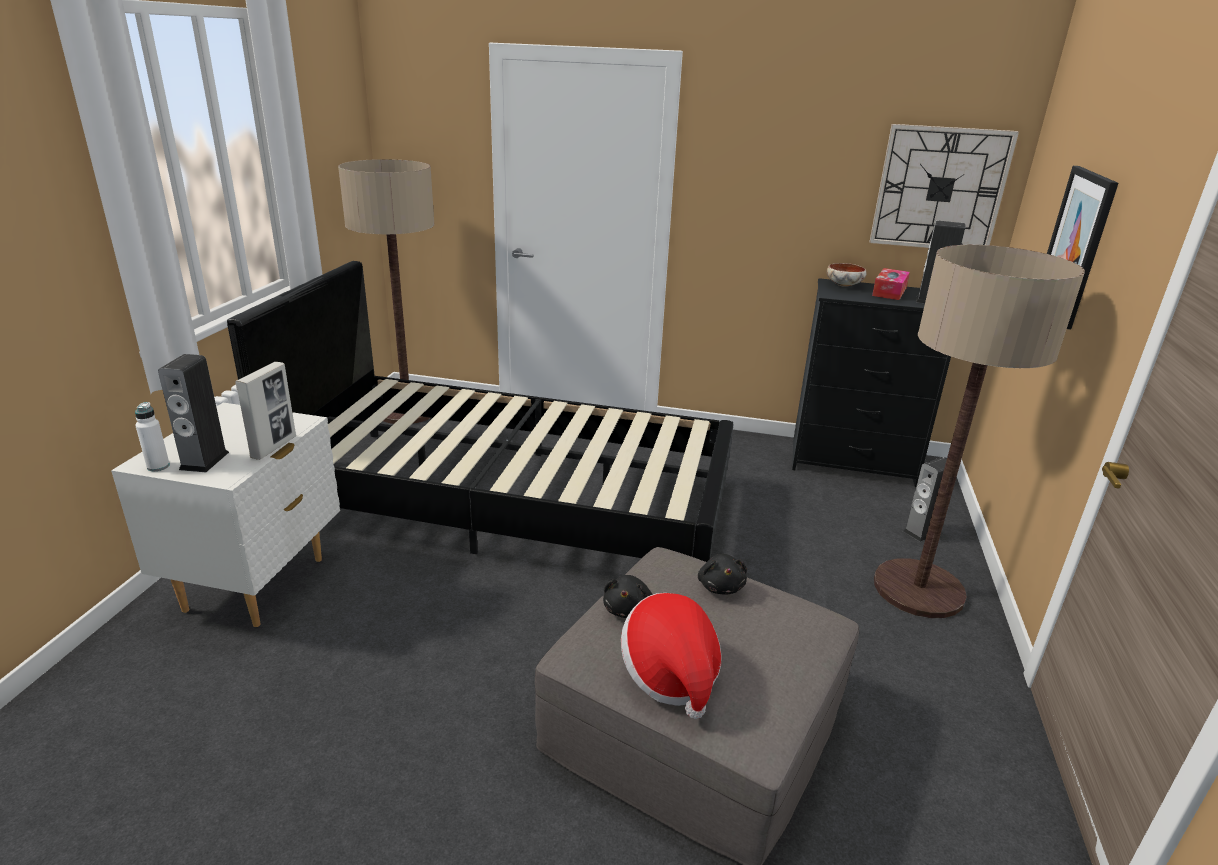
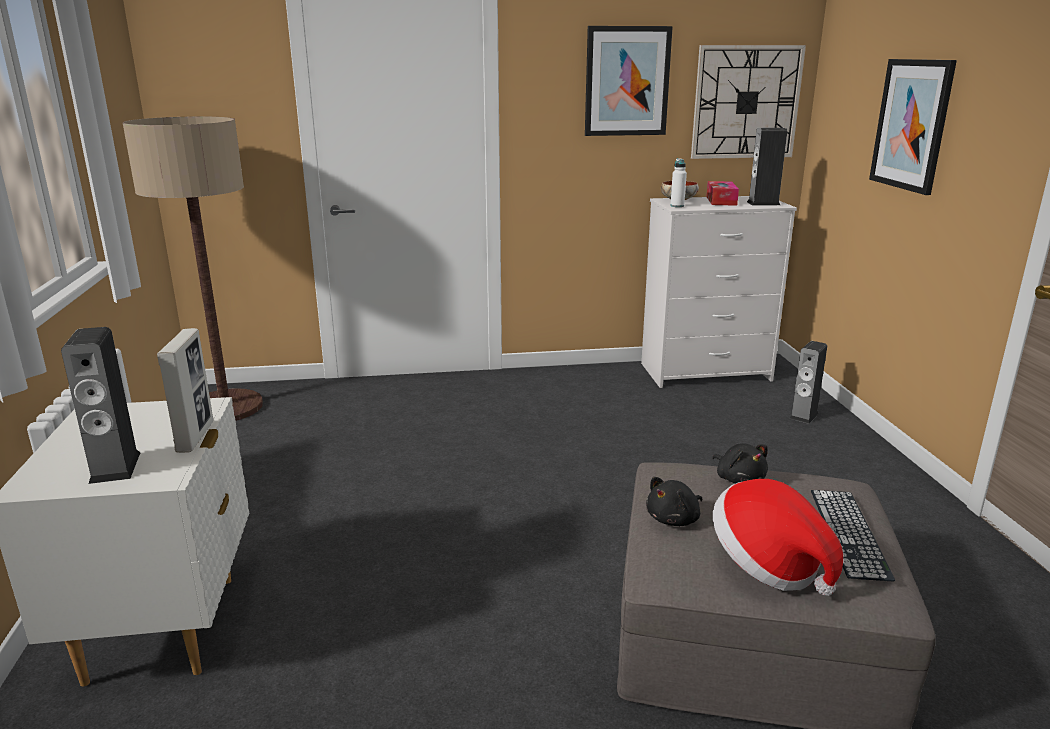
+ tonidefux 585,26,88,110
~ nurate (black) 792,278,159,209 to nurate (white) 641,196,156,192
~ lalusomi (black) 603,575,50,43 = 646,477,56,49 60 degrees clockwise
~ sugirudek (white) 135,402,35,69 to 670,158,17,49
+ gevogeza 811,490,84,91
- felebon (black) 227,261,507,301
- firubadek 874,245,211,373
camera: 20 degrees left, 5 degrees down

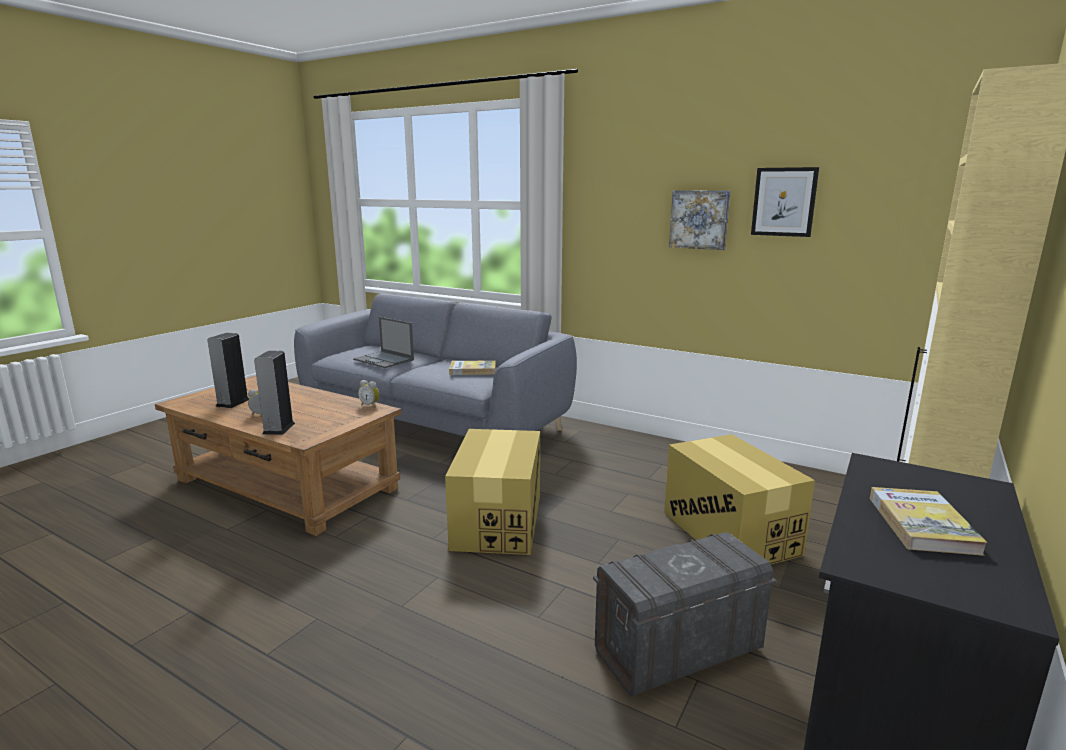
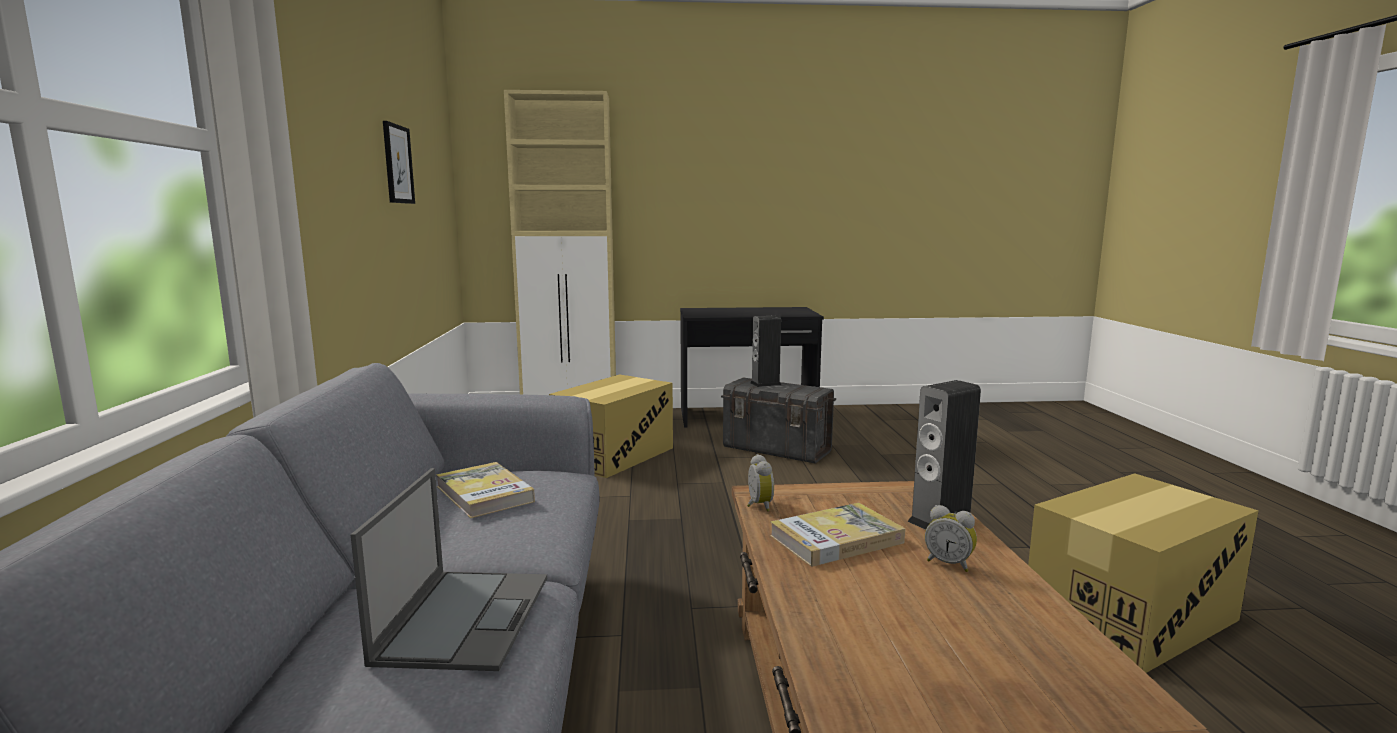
~ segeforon 207,333,42,75 to 750,315,31,72
~ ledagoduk 870,487,118,69 to 770,503,135,64
~ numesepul 445,429,95,126 to 1028,473,230,200
- tonidefux 669,190,61,60
camera: 125 degrees left, 5 degrees down

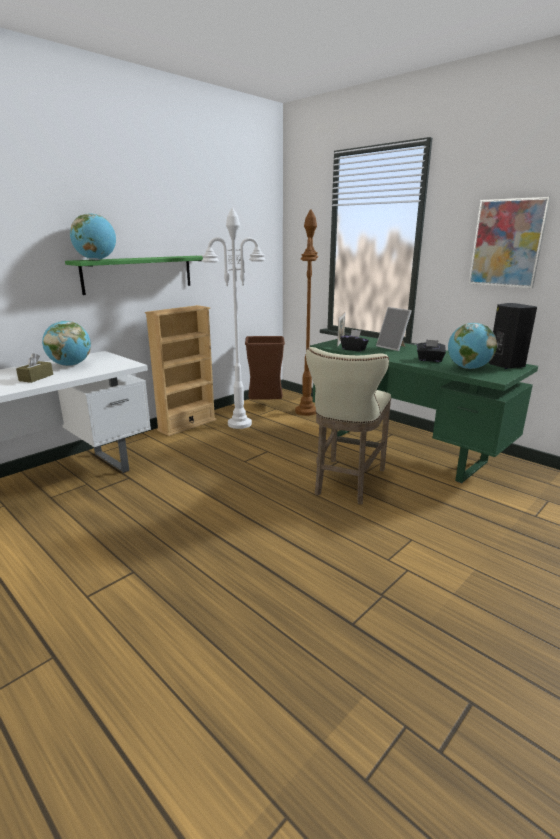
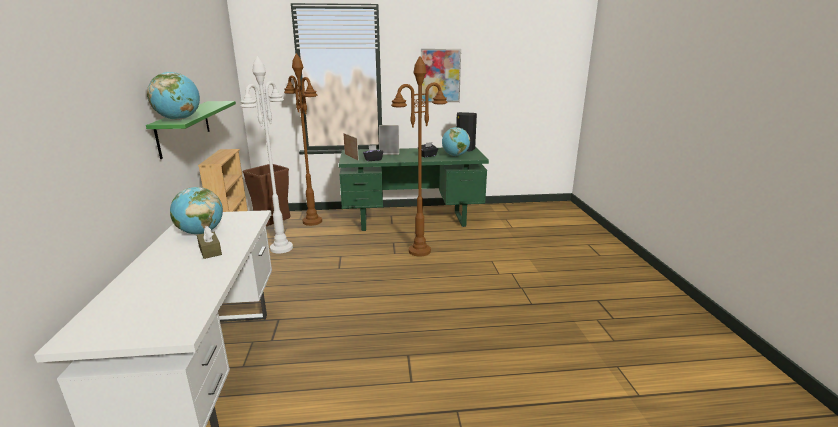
~ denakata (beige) 306,347,86,157 to firubadek (brown) 391,56,56,200
camera: 50 degrees left, 0 degrees up

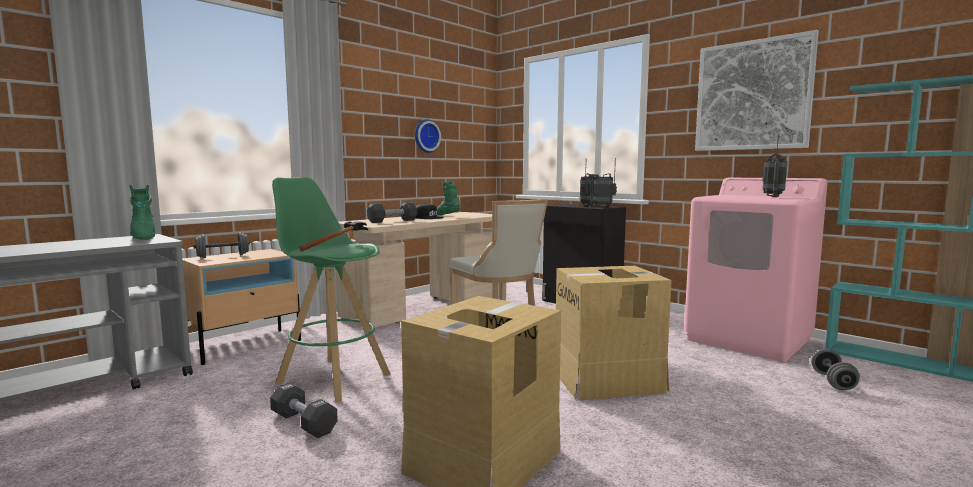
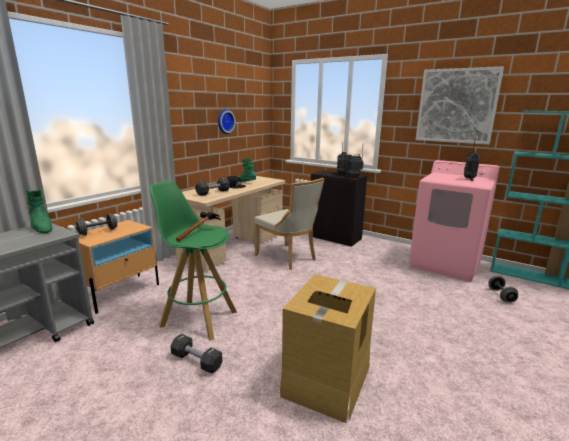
- numesepul 556,266,116,134
camera: 10 degrees left, 10 degrees up

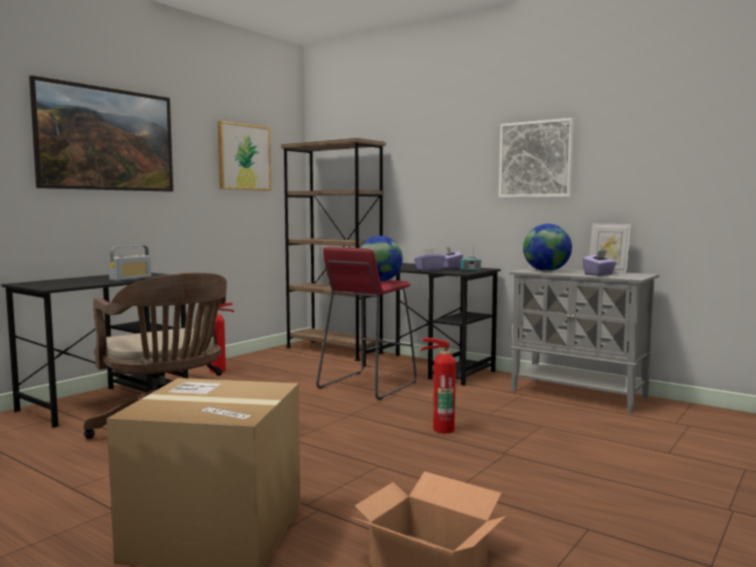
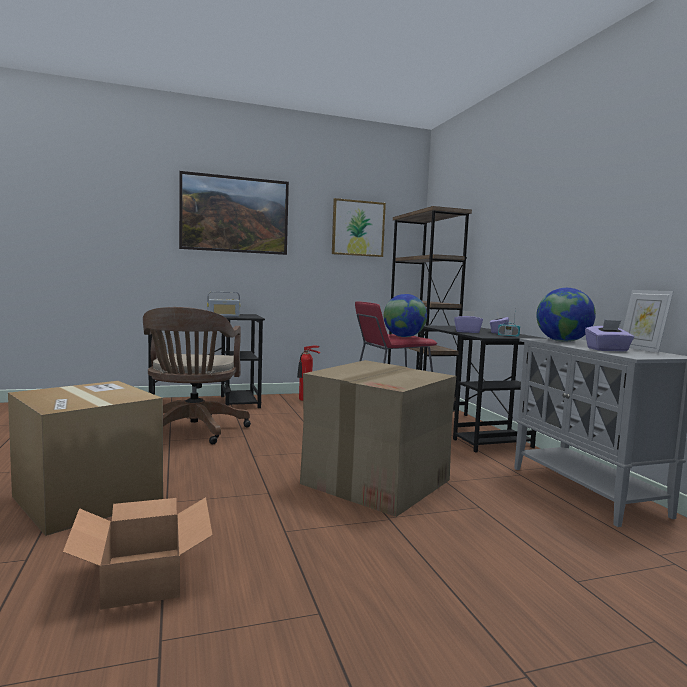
~ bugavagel 420,338,36,96 to numesepul 300,360,156,157
- tonidefux 499,118,75,80
camera: 35 degrees right, 0 degrees up

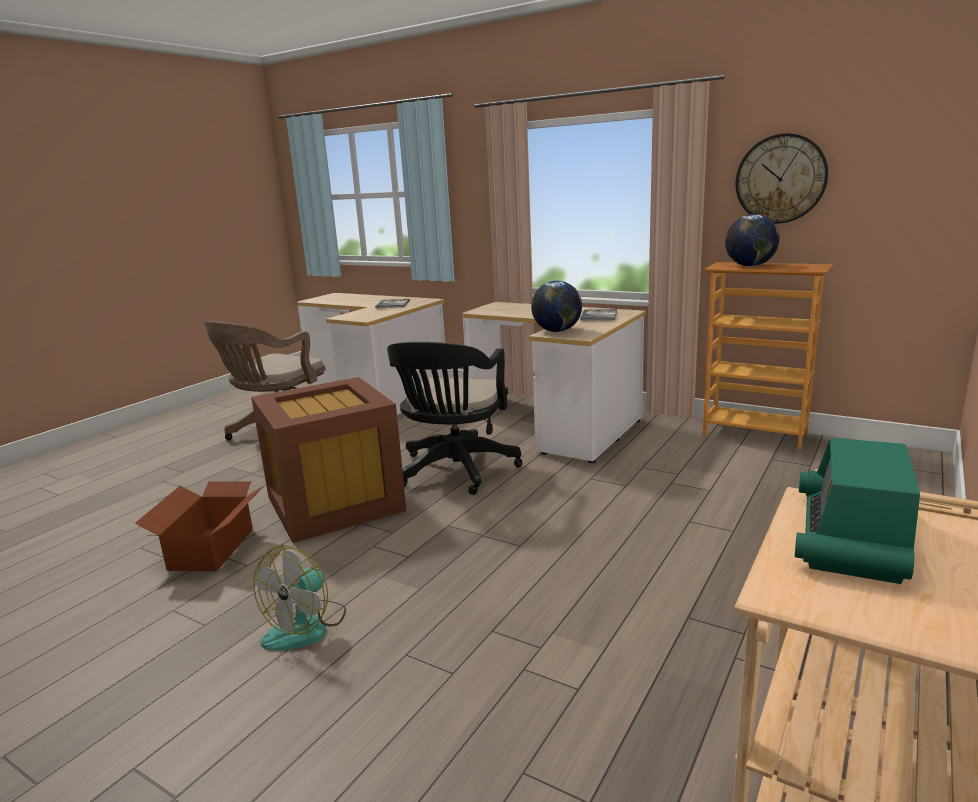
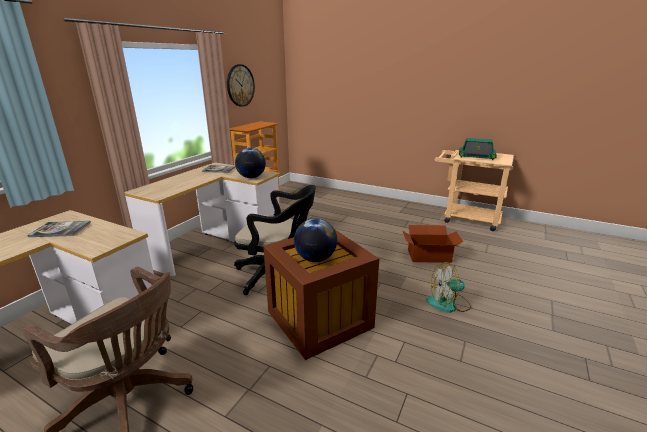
~ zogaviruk 725,214,54,53 to 294,218,43,44
~ numesepul 135,481,129,90 to 403,225,60,38
~ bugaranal 253,546,93,105 = 426,262,45,51 150 degrees clockwise
camera: 95 degrees left, 5 degrees up

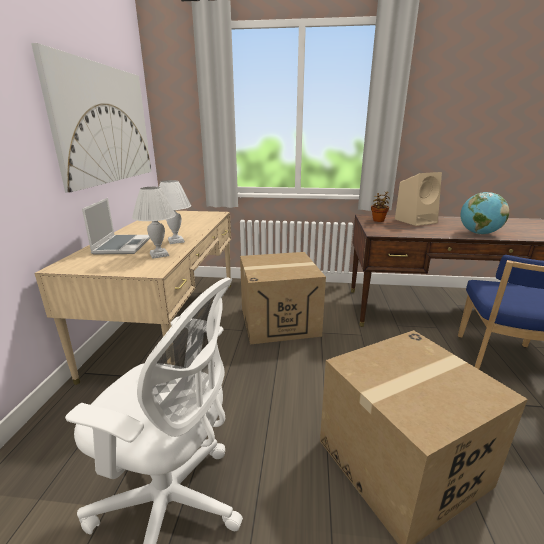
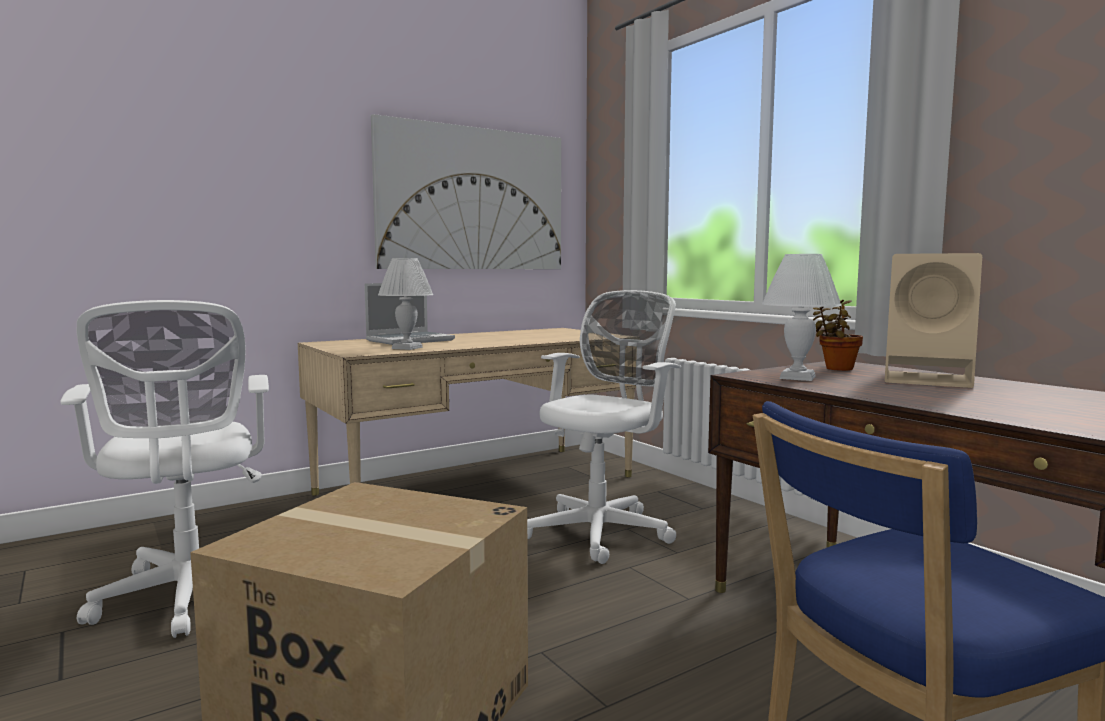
~ numesepul 240,252,86,92 to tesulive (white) 527,290,154,274
~ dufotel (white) 159,180,32,64 to 762,254,80,127
- zogaviruk 461,192,48,42
camera: 50 degrees right, 15 degrees down

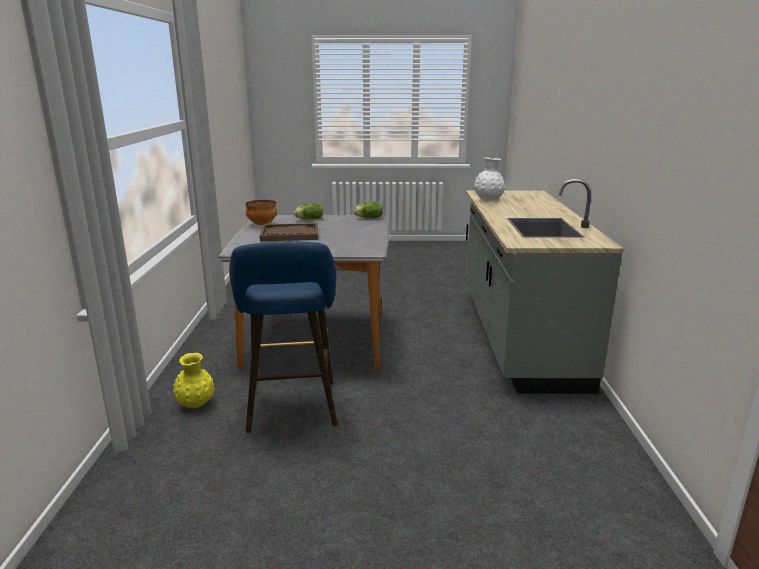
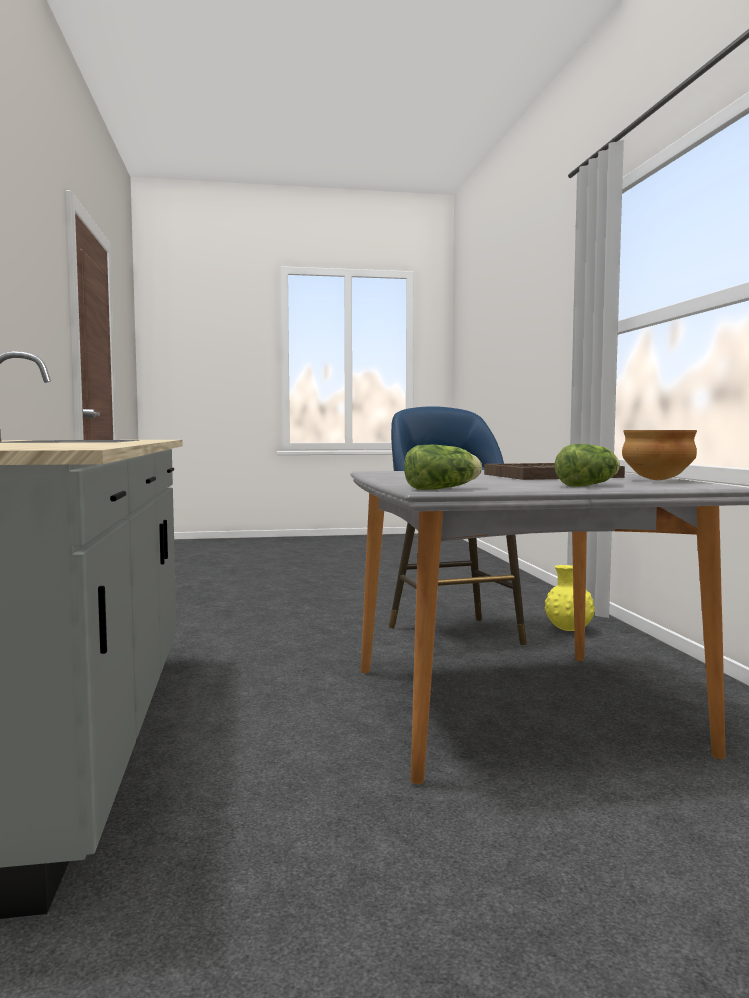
- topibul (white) 474,157,31,44
camera: 170 degrees right, 15 degrees down

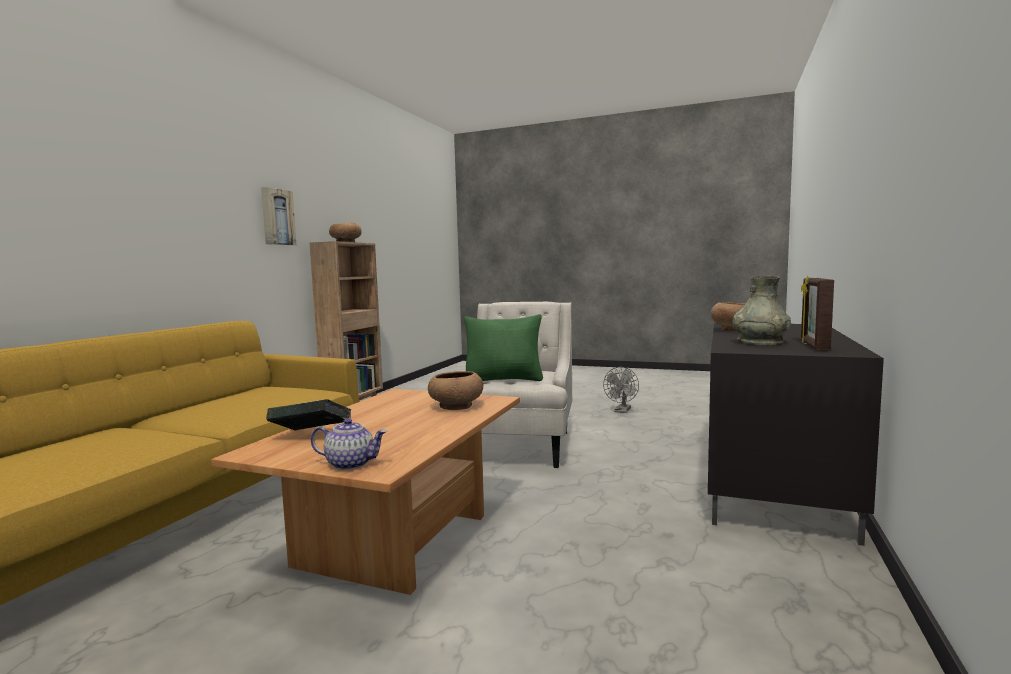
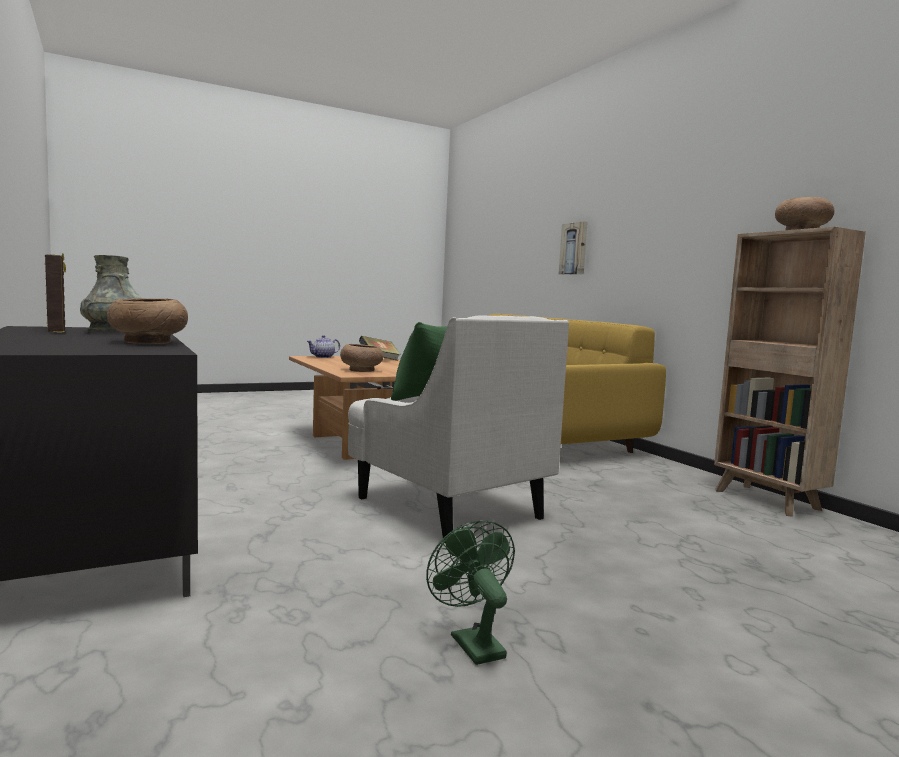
~ bugaranal (grey) 603,367,36,46 to bugaranal (green) 426,520,89,145
~ tonidefux 261,187,35,58 to 559,221,29,54
camera: 130 degrees right, 0 degrees up

